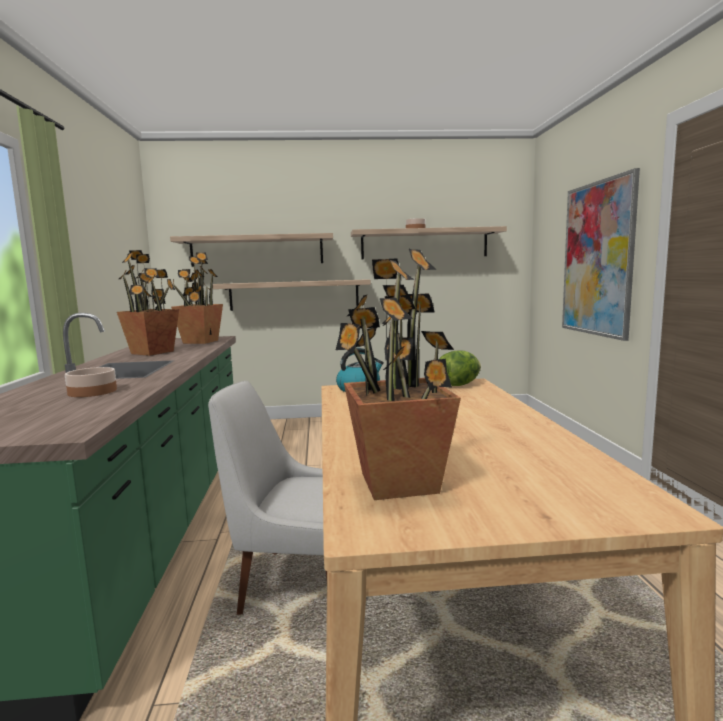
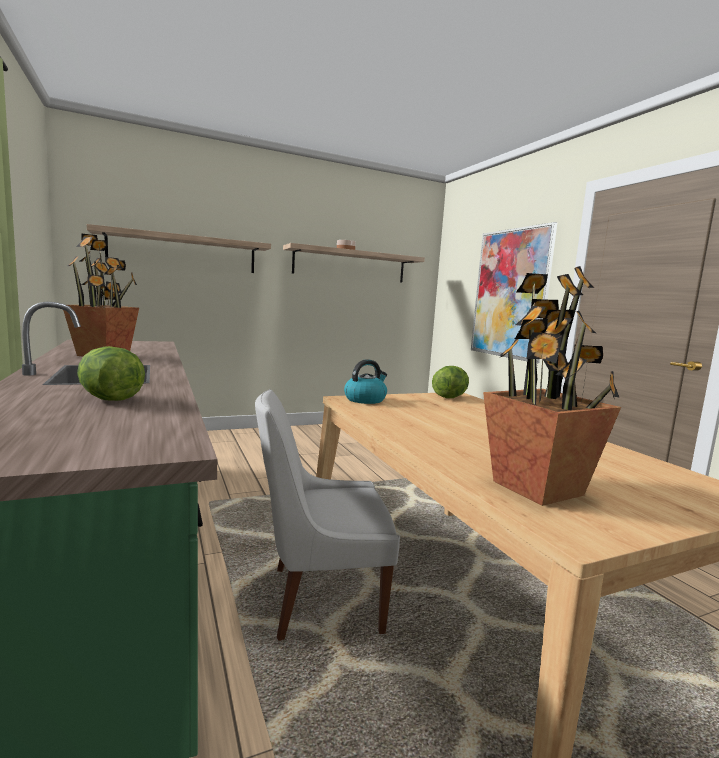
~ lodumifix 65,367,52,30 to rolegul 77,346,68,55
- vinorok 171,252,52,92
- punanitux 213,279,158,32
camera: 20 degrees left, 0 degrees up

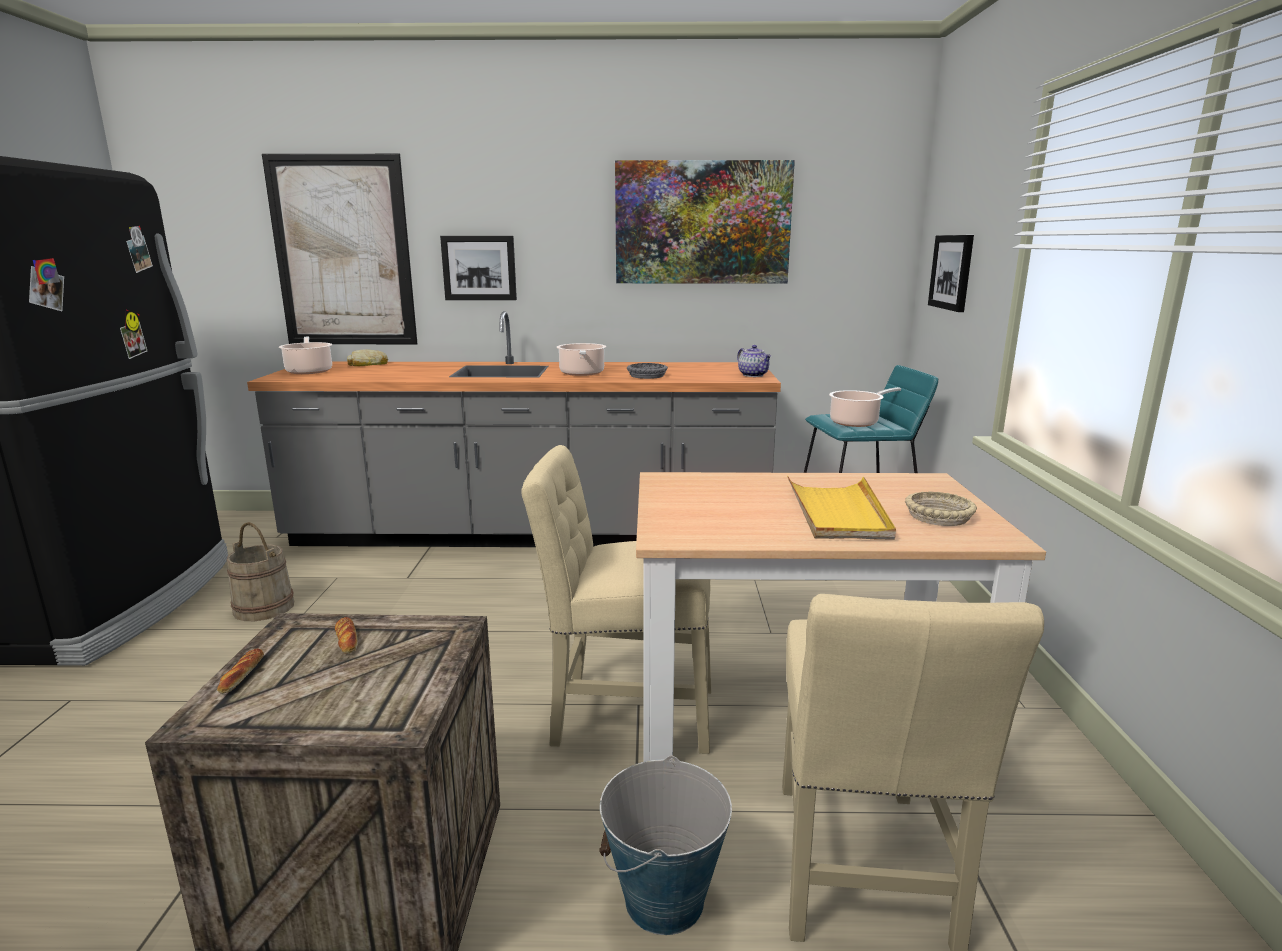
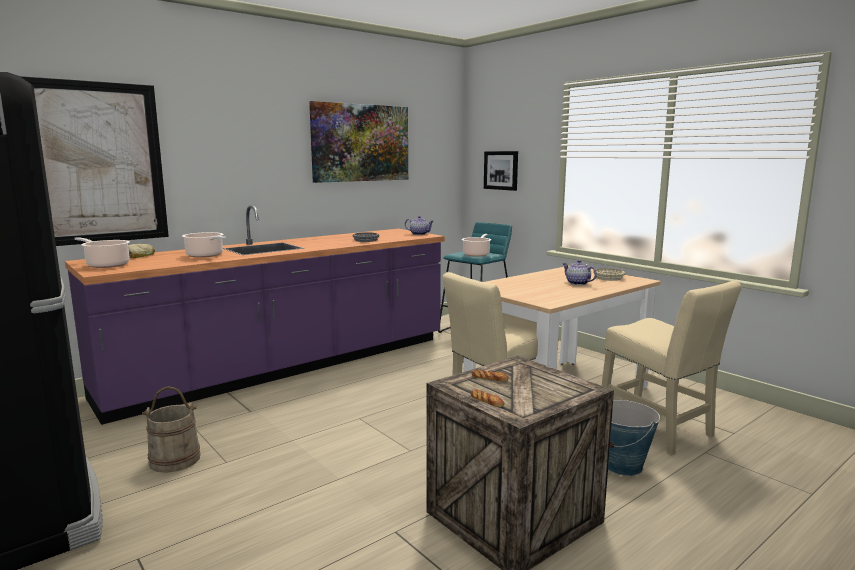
~ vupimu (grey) 247,311,534,236 to vupimu (purple) 65,205,380,220
~ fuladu 557,343,49,33 to 182,232,44,26
~ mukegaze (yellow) 787,476,109,64 to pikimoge 563,260,34,25
- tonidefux 440,236,77,64
camera: 40 degrees left, 5 degrees down

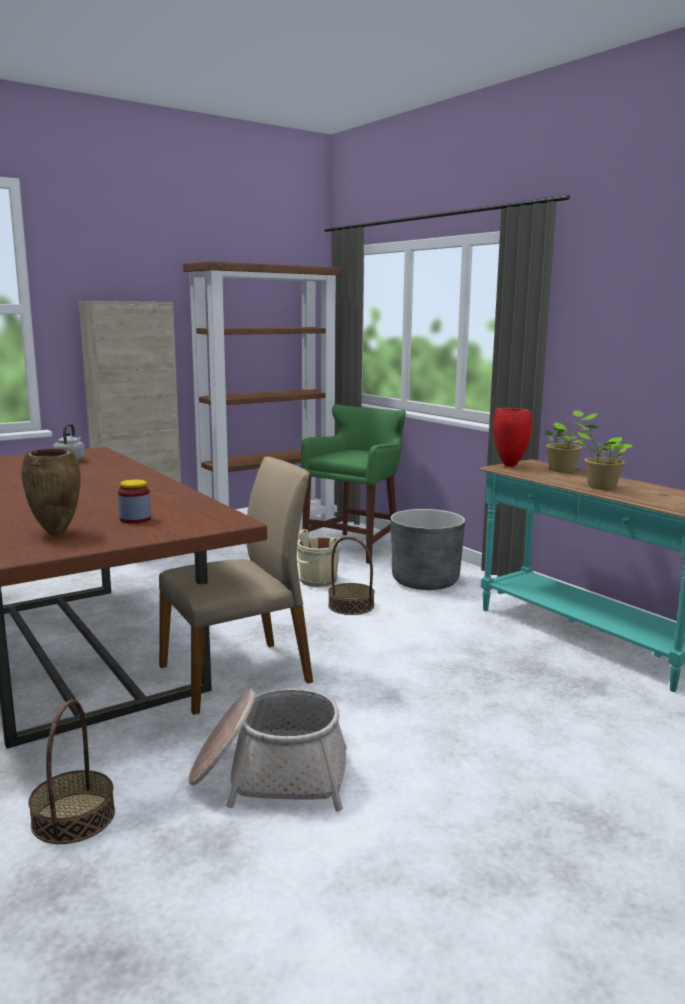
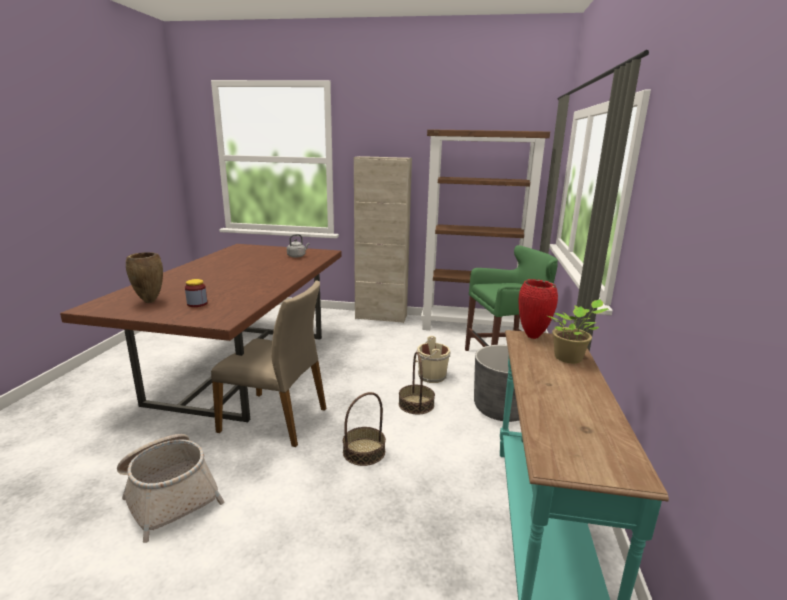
~ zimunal 28,699,87,145 to 343,392,43,74
- vinorok 574,422,58,68
camera: 45 degrees right, 5 degrees up

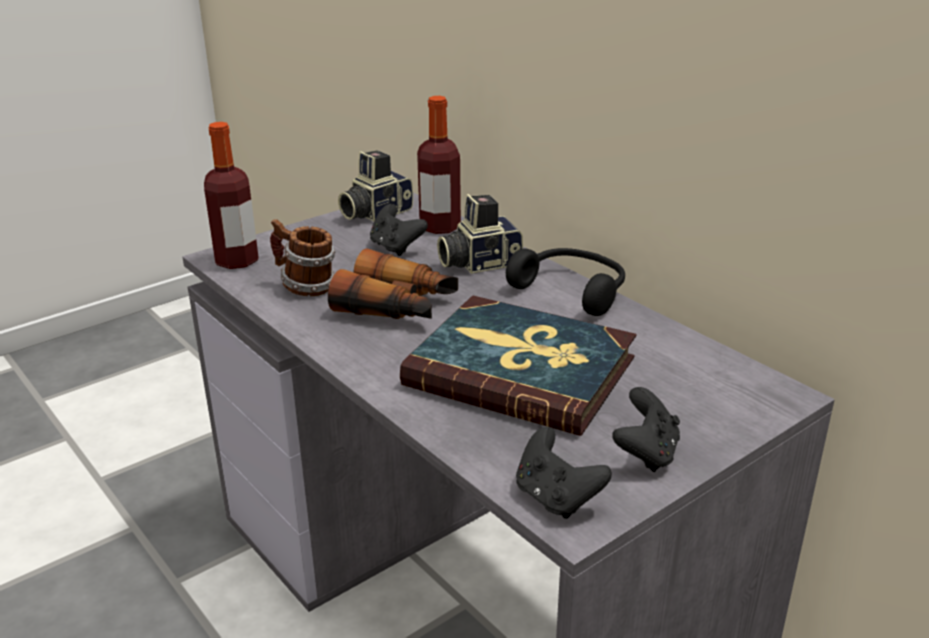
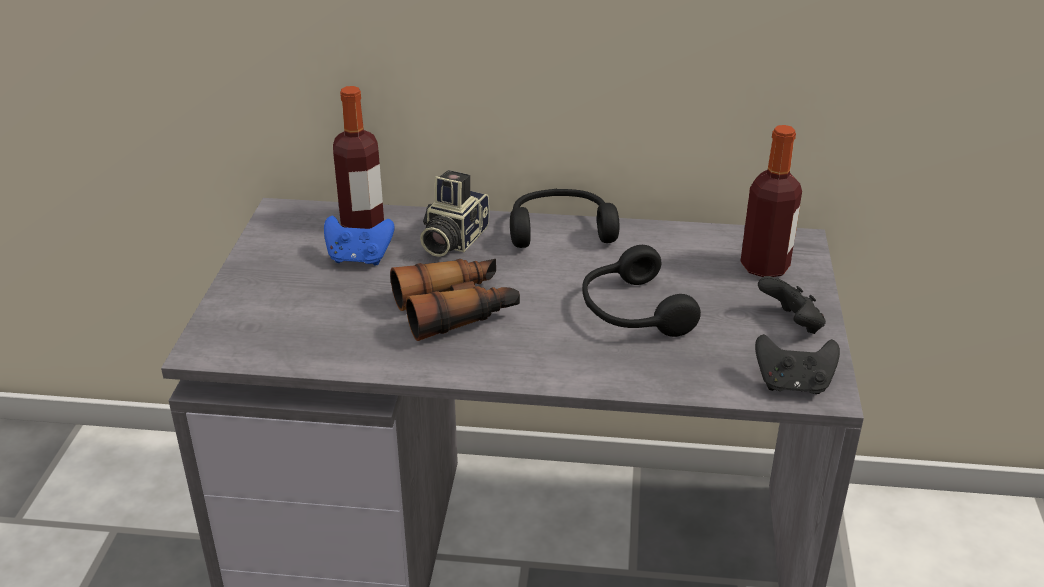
~ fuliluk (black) 370,204,58,52 to fuliluk (blue) 324,216,71,50
~ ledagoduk 400,296,236,140 to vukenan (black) 582,245,119,92
~ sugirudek 204,122,55,147 to 741,125,61,152
- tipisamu 270,219,66,77
- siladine 338,150,75,72
camera: 45 degrees left, 5 degrees up

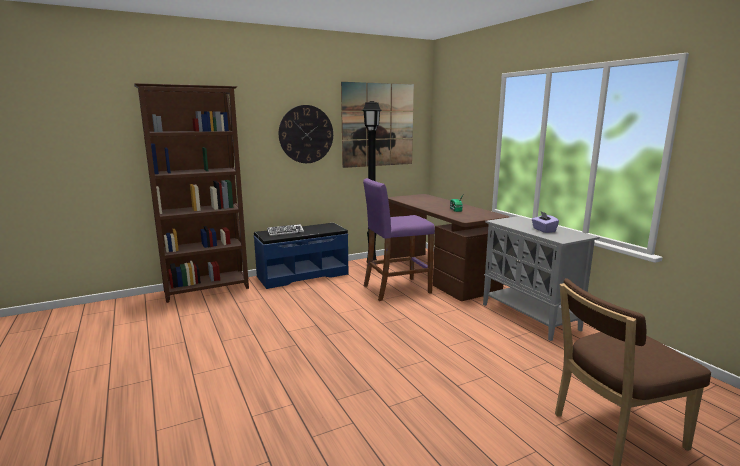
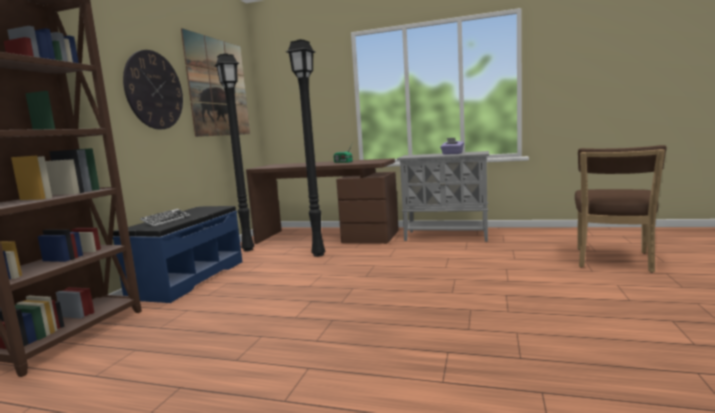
~ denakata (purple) 363,178,72,123 to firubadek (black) 286,39,39,218
camera: 45 degrees left, 5 degrees down

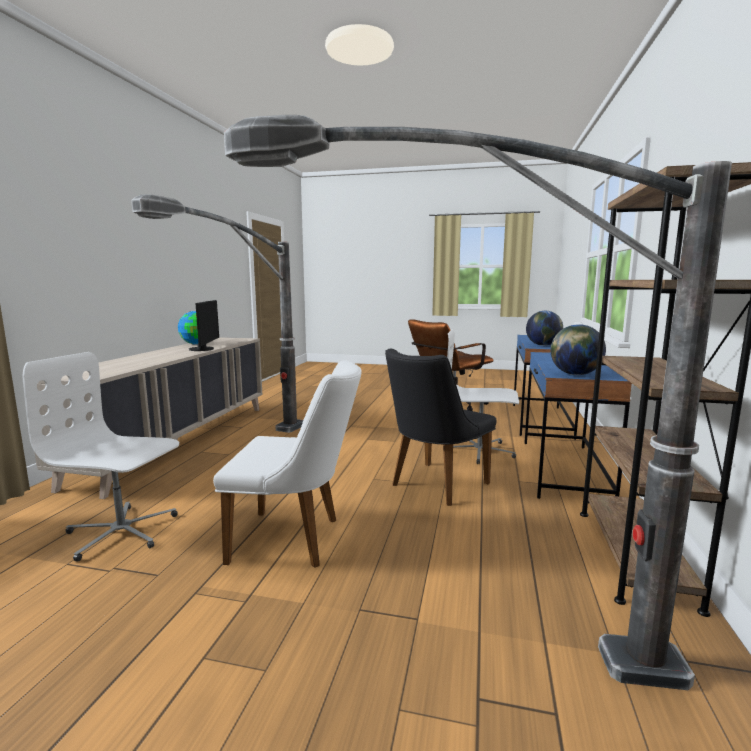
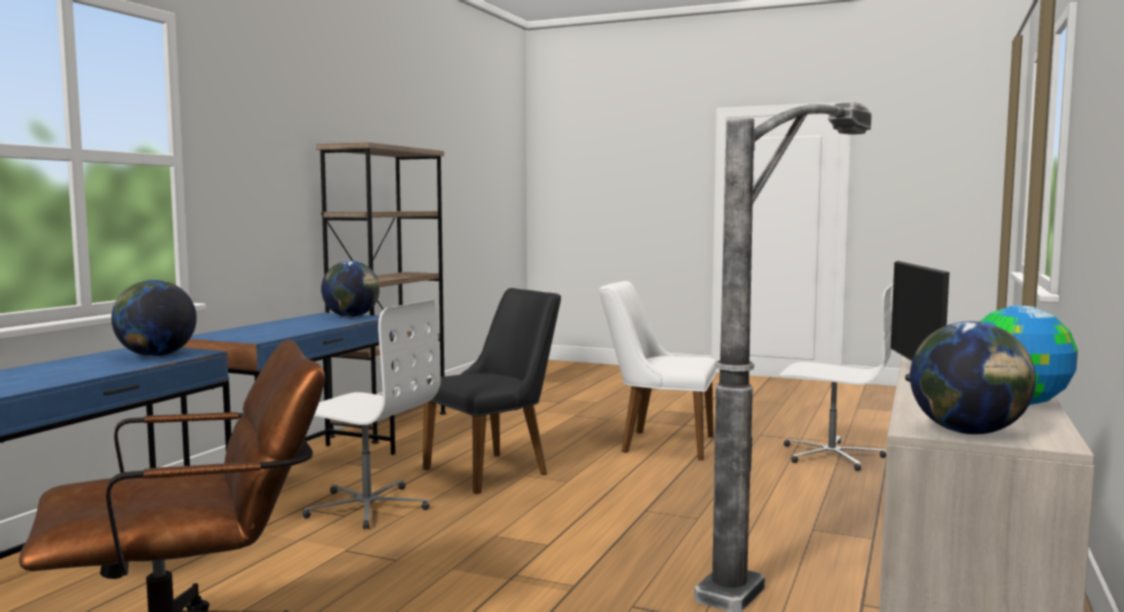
+ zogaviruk 910,321,126,114
- firubadek 224,115,508,575
camera: 170 degrees left, 5 degrees down

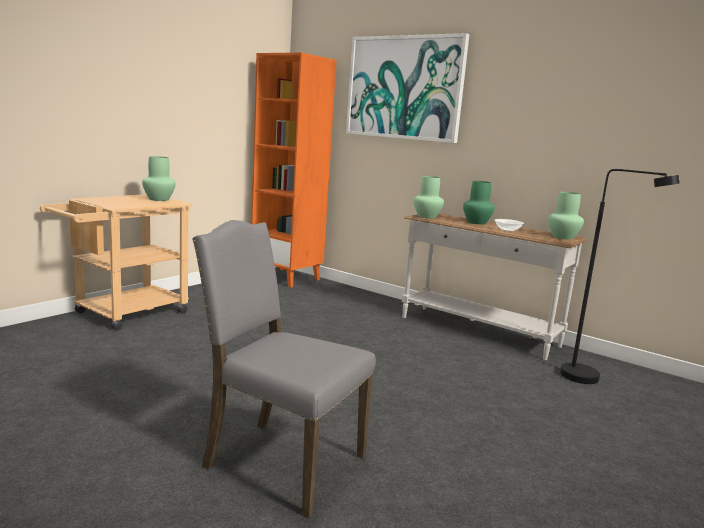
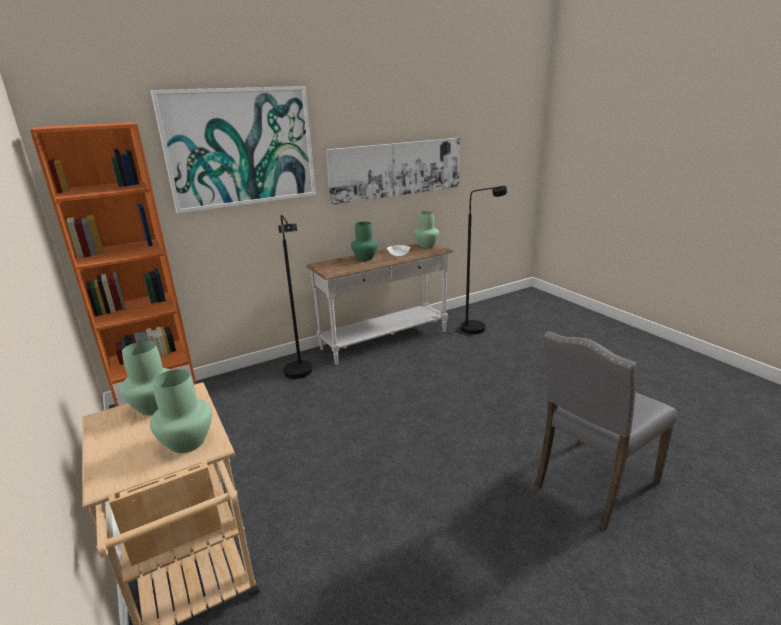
~ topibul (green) 414,176,30,43 to 150,369,62,84
+ firubadek (black) 278,214,34,165
+ tonidefux 326,138,134,67
camera: 65 degrees left, 10 degrees up

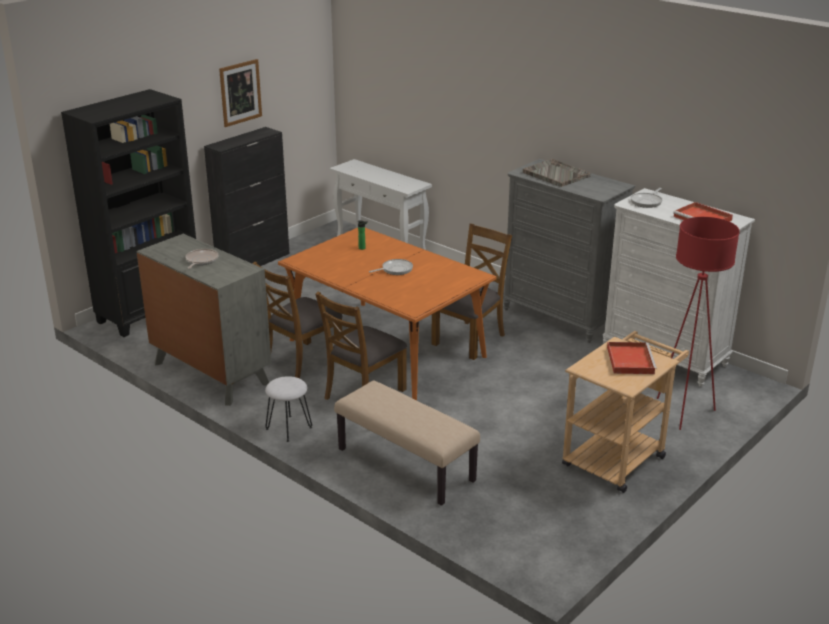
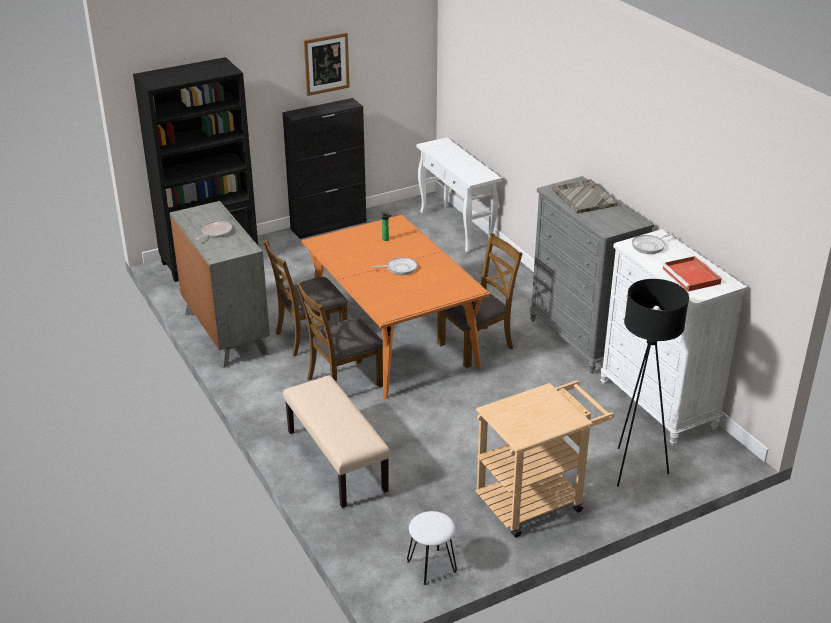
~ denakata (white) 265,376,47,66 to 407,511,50,74
~ firubadek (red) 657,217,83,213 to firubadek (black) 617,279,72,208
- mukegaze (red) 607,342,50,32
camera: 20 degrees right, 5 degrees up

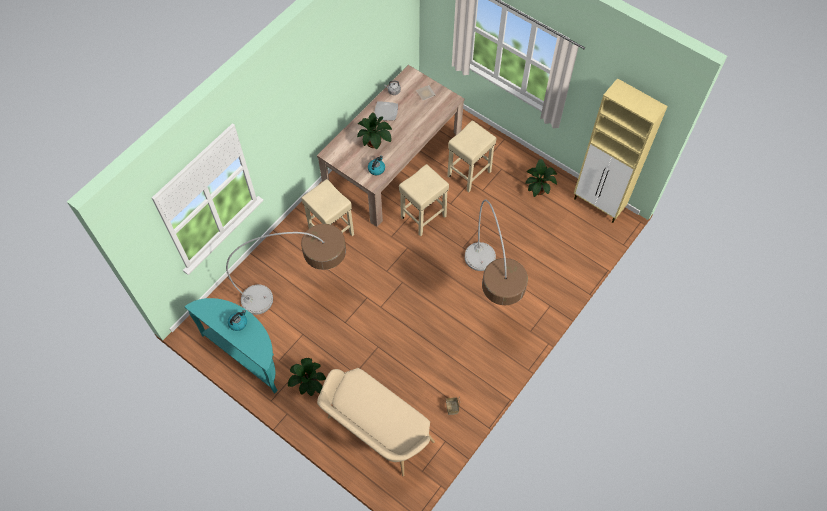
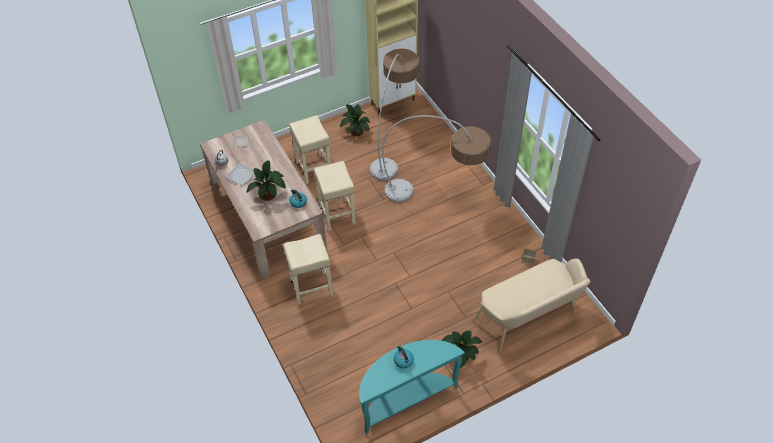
~ firubadek 226,224,120,91 to 370,49,49,131
camera: 65 degrees left, 10 degrees down

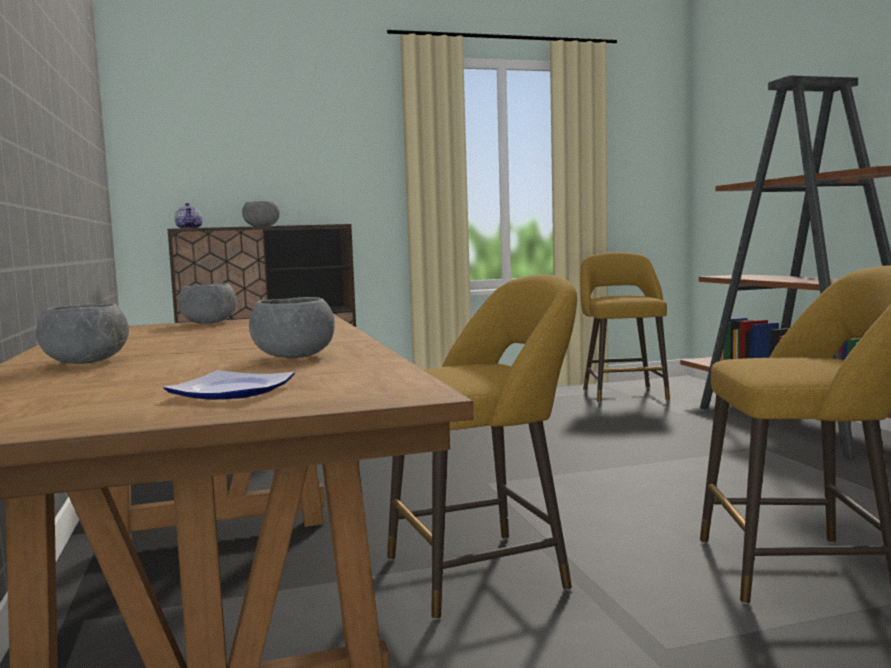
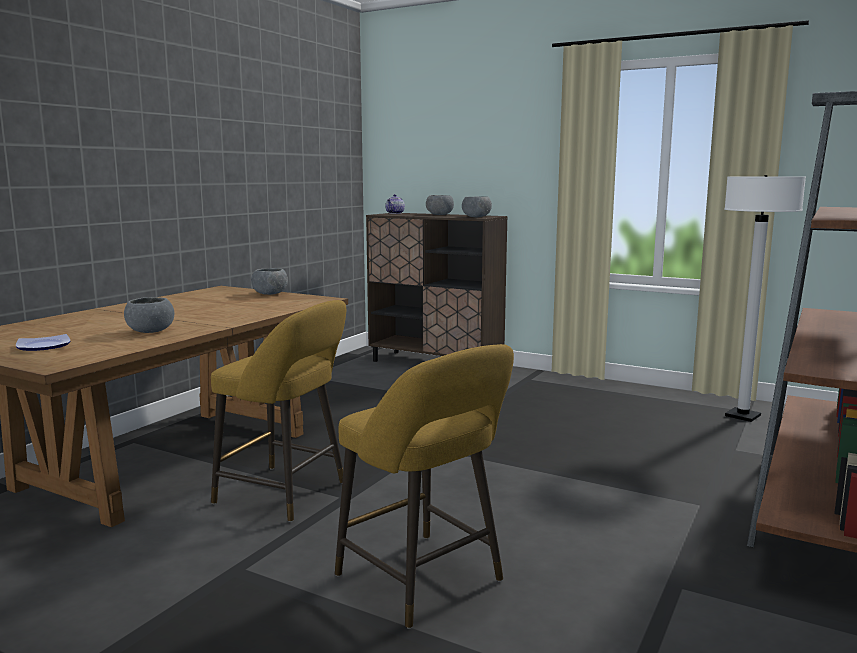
~ lodumifix (grey) 36,303,93,61 to 462,196,30,21
~ denakata (yellow) 580,252,90,151 to firubadek (white) 724,175,82,247
camera: 45 degrees right, 5 degrees up

